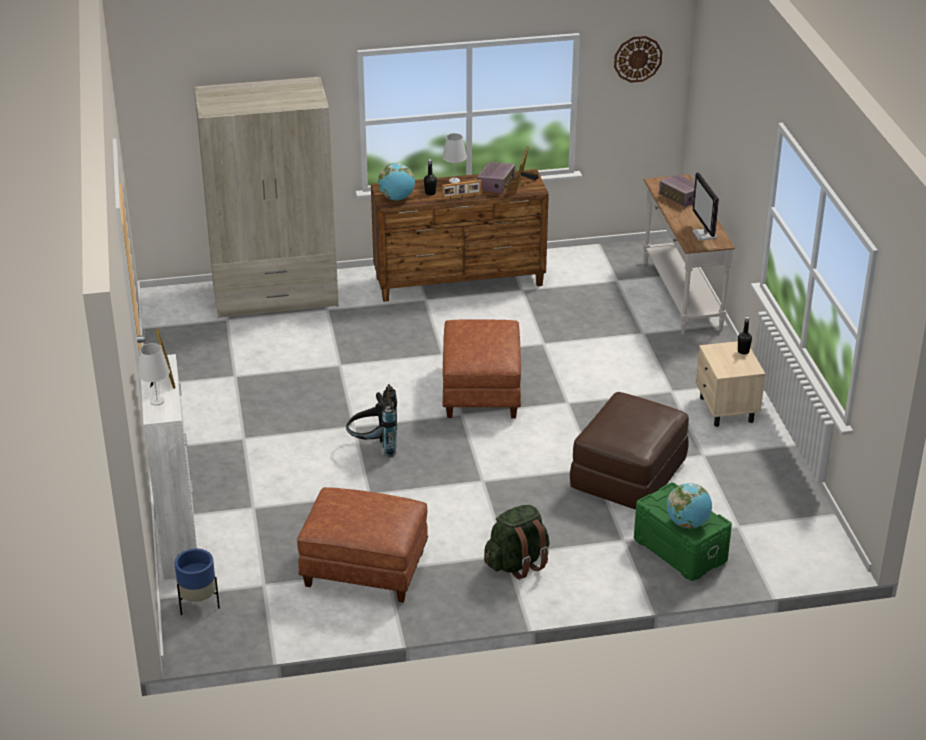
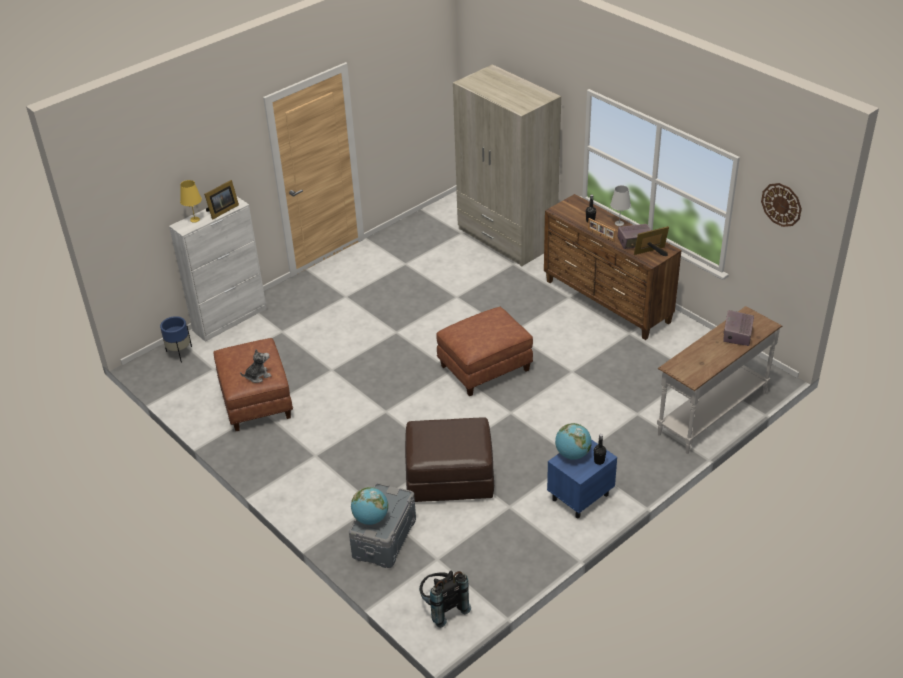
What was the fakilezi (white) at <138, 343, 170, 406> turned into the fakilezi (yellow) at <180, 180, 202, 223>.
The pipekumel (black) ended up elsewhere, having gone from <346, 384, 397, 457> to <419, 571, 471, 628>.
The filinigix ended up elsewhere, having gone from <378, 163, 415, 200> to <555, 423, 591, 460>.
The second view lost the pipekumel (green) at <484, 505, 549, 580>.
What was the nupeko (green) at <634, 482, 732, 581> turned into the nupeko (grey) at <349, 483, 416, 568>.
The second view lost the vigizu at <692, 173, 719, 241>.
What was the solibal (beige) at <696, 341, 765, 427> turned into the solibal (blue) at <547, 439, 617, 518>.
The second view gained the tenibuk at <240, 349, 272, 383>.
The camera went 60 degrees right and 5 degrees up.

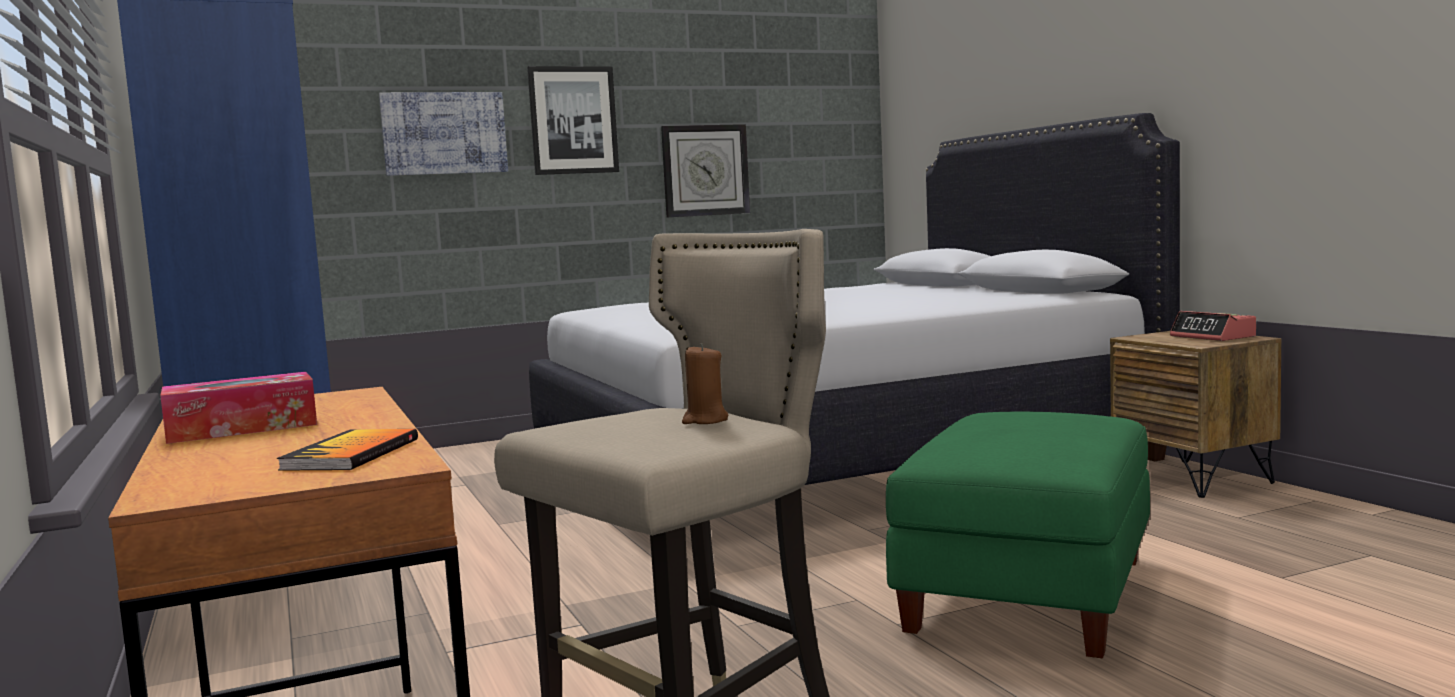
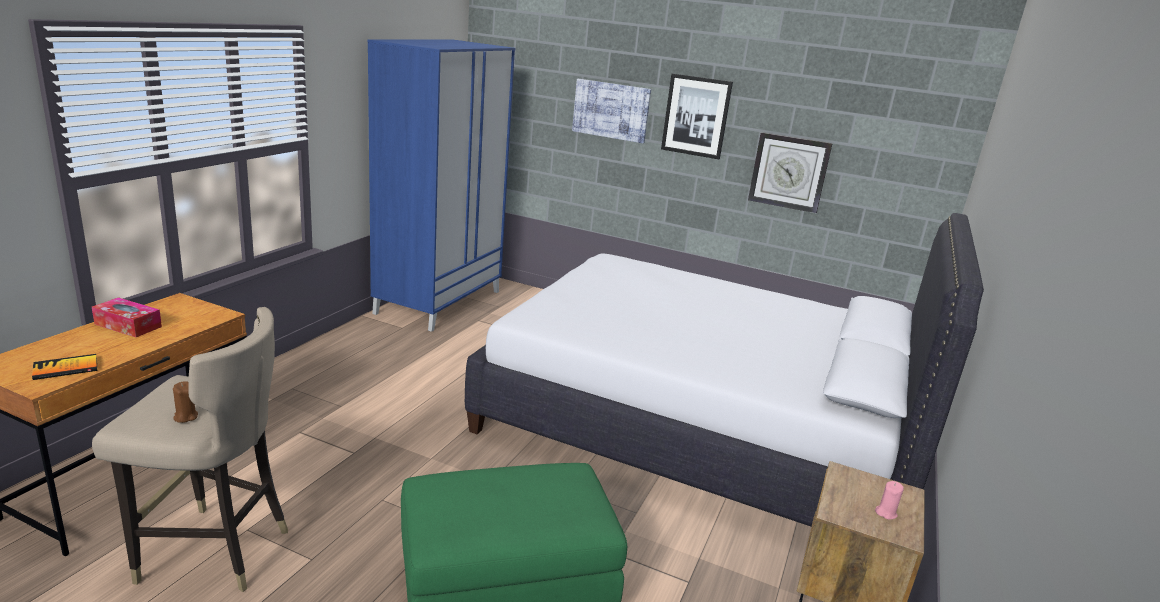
Where the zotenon stood at <1170, 311, 1256, 341>, the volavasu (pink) came to stand at <875, 481, 904, 520>.
The camera went 45 degrees right and 15 degrees up.

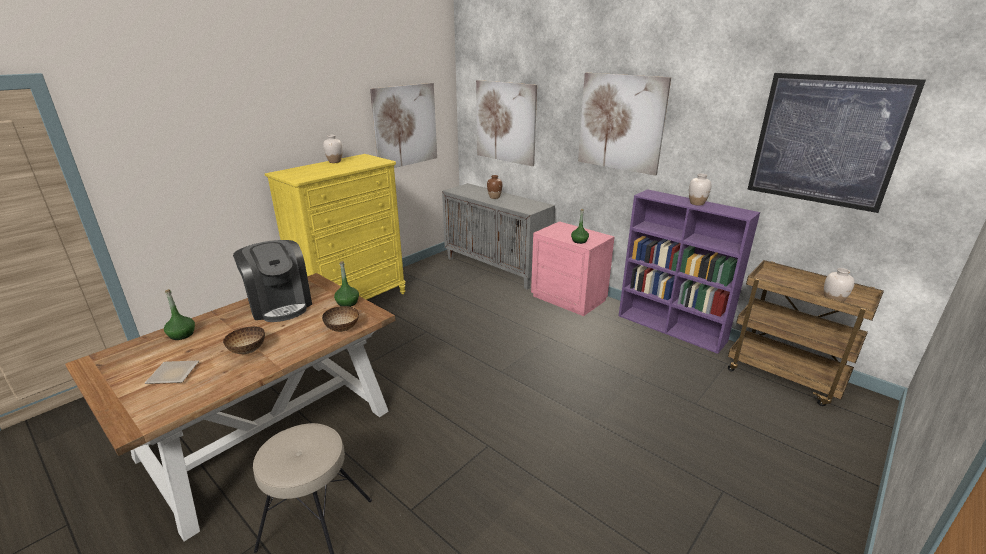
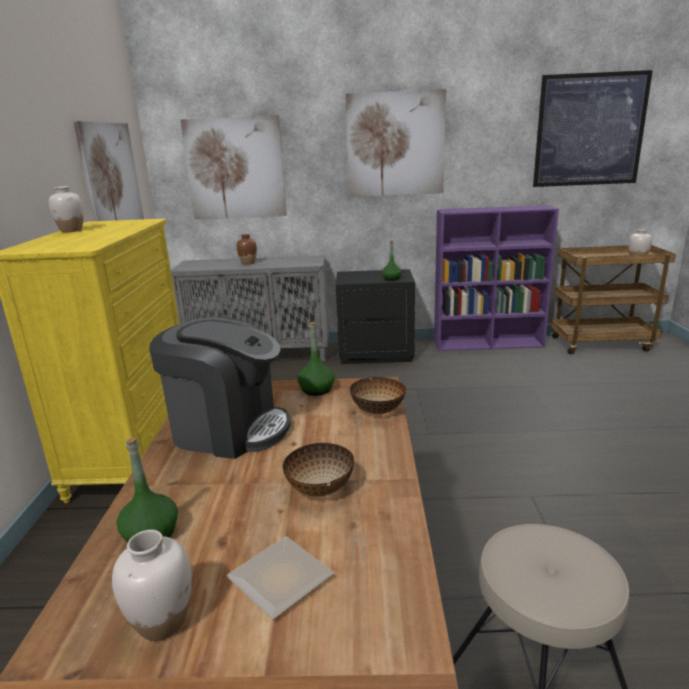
What was the solibal (pink) at <531, 221, 615, 316> turned into the solibal (black) at <336, 269, 415, 364>.
The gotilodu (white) ended up elsewhere, having gone from <689, 174, 712, 206> to <112, 530, 192, 641>.
The camera went 40 degrees left and 5 degrees down.

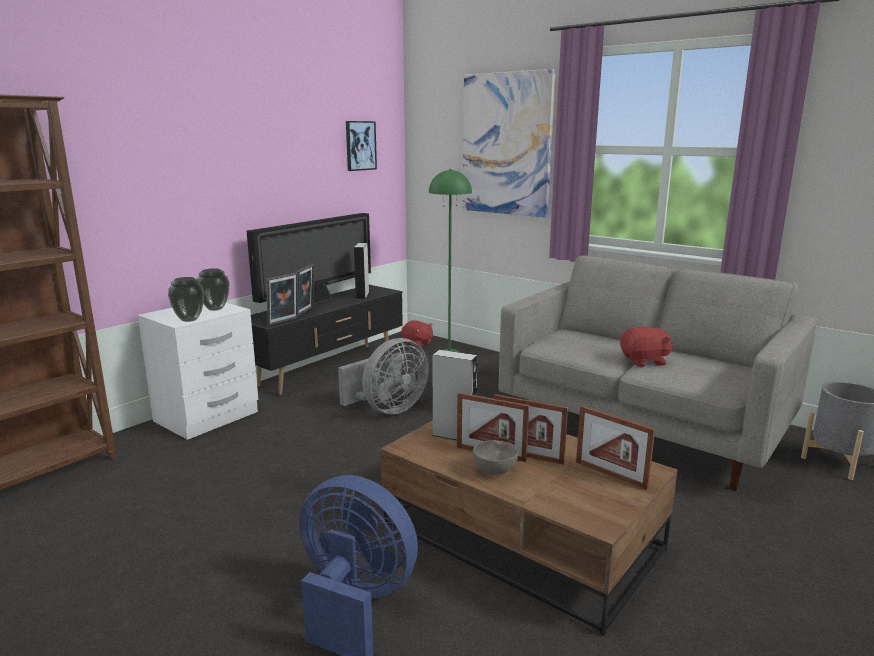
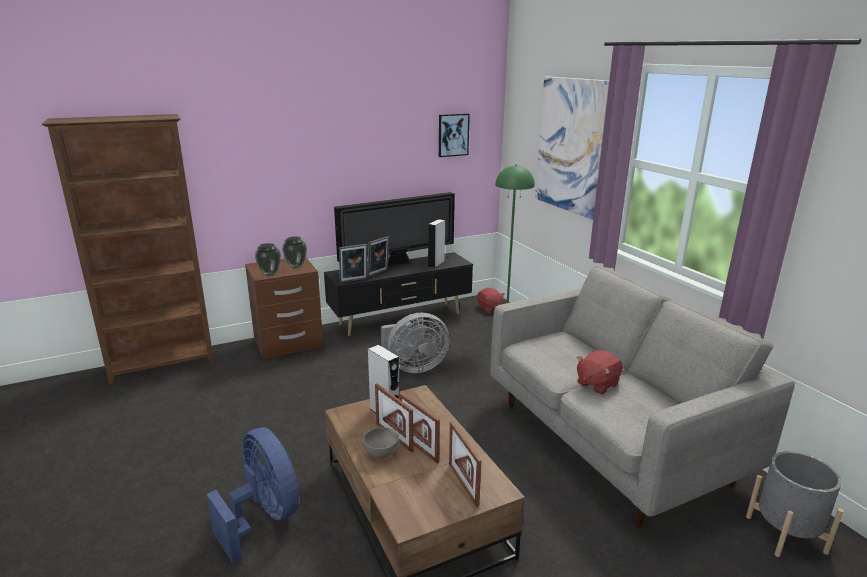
What was the solibal (white) at <138, 303, 258, 440> turned into the solibal (brown) at <245, 258, 323, 360>.
The tenibuk (red) at <620, 327, 673, 367> ended up facing another way, 120 degrees clockwise from before.
The camera went 25 degrees right and 5 degrees up.

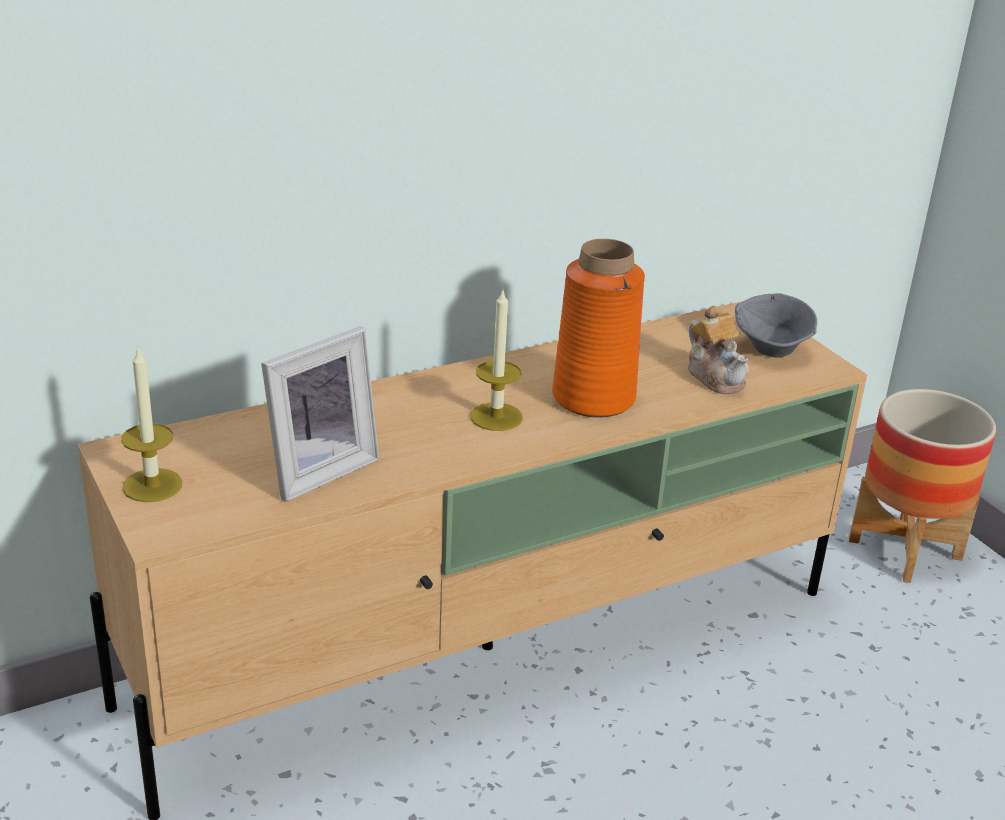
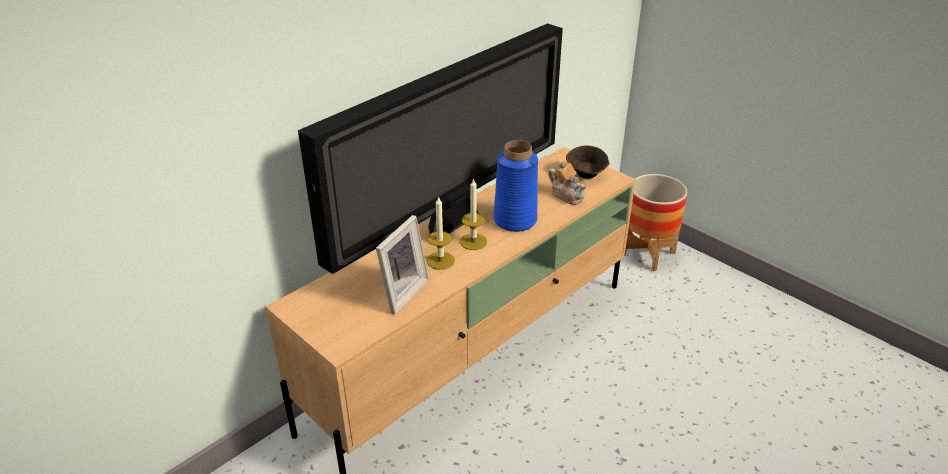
The volavasu ended up elsewhere, having gone from <121, 349, 182, 502> to <427, 196, 455, 270>.
What was the gotilodu (orange) at <552, 239, 645, 417> turned into the gotilodu (blue) at <494, 140, 538, 232>.
What was the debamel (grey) at <735, 293, 817, 357> turned into the debamel (brown) at <566, 145, 610, 179>.
The second view gained the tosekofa at <298, 24, 563, 274>.
The camera went 15 degrees left and 5 degrees up.

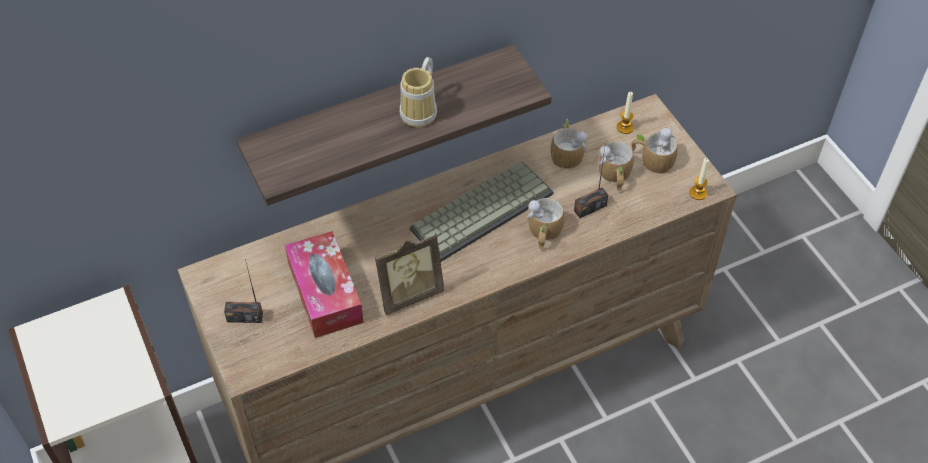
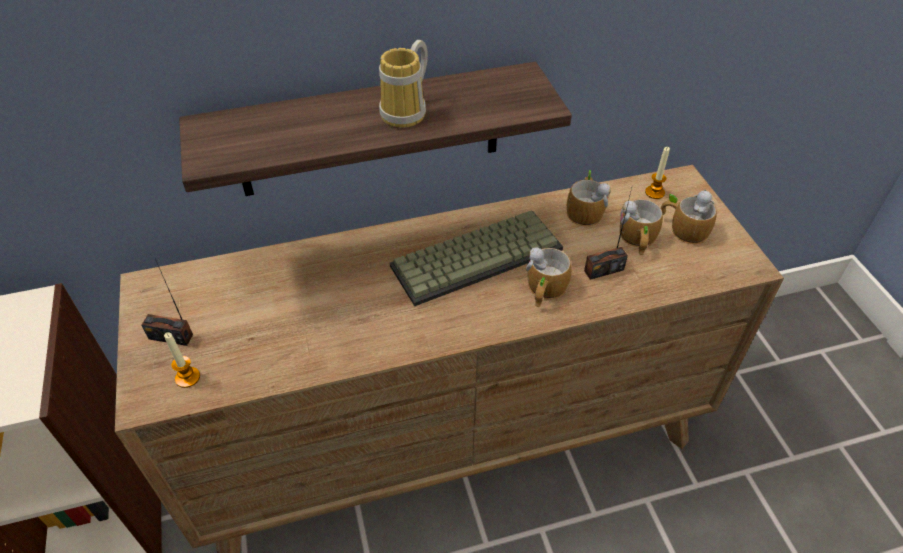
The second view lost the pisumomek at <285, 231, 364, 338>.
The second view lost the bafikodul at <375, 233, 444, 315>.
The volavasu ended up elsewhere, having gone from <689, 158, 709, 200> to <164, 332, 200, 388>.
The camera went 10 degrees right and 5 degrees down.

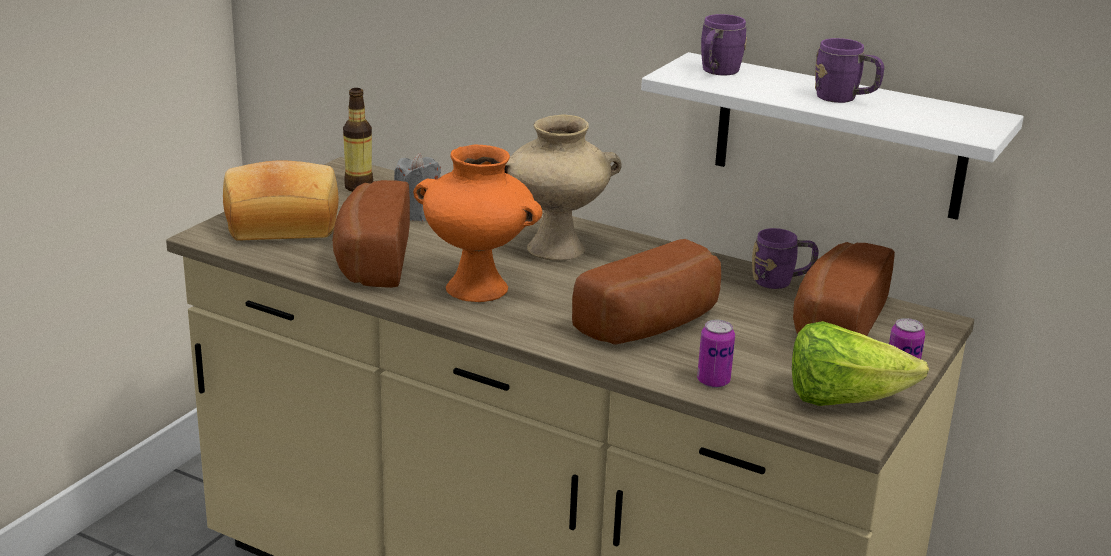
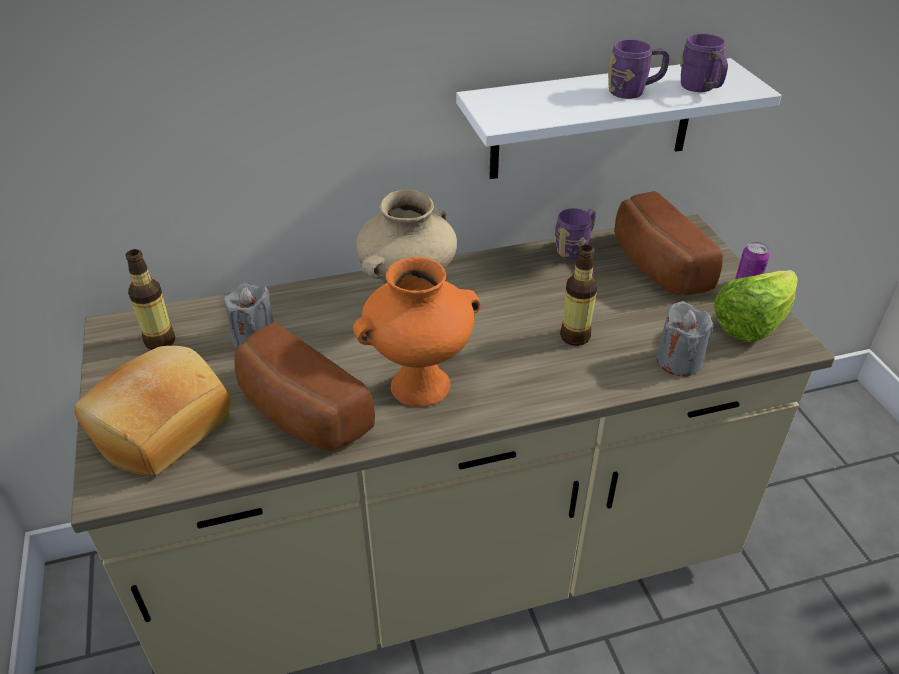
Where the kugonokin stood at <572, 239, 721, 345>, the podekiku came to stand at <560, 245, 598, 346>.
Where the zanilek stood at <697, 320, 735, 388>, the volavasu (grey) came to stand at <657, 301, 713, 377>.
The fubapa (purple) ended up elsewhere, having gone from <701, 14, 747, 76> to <680, 33, 728, 92>.
The camera went 45 degrees left and 15 degrees up.

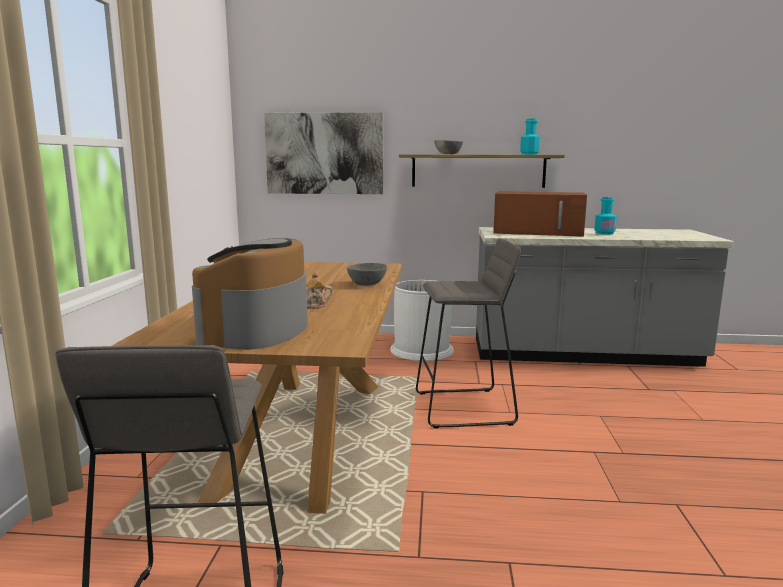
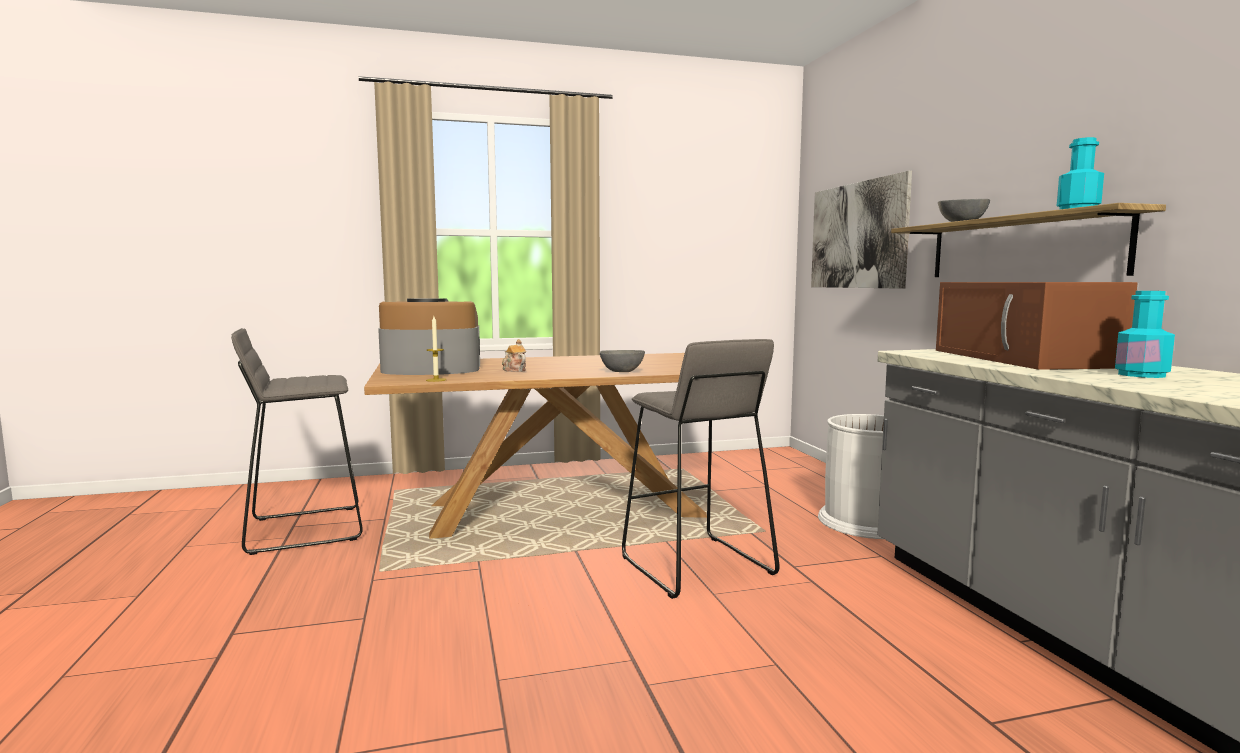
The second view gained the volavasu at <426, 316, 446, 382>.
The camera went 70 degrees right and 5 degrees down.

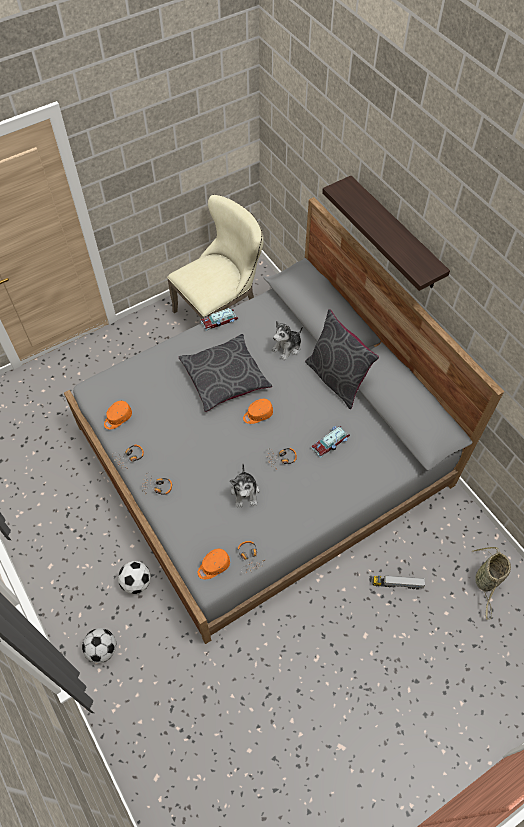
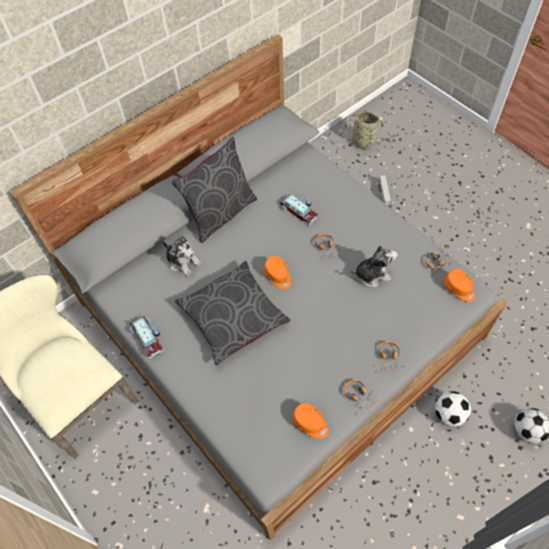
The second view lost the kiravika at <322, 176, 450, 291>.
The camera went 95 degrees left and 0 degrees up.

